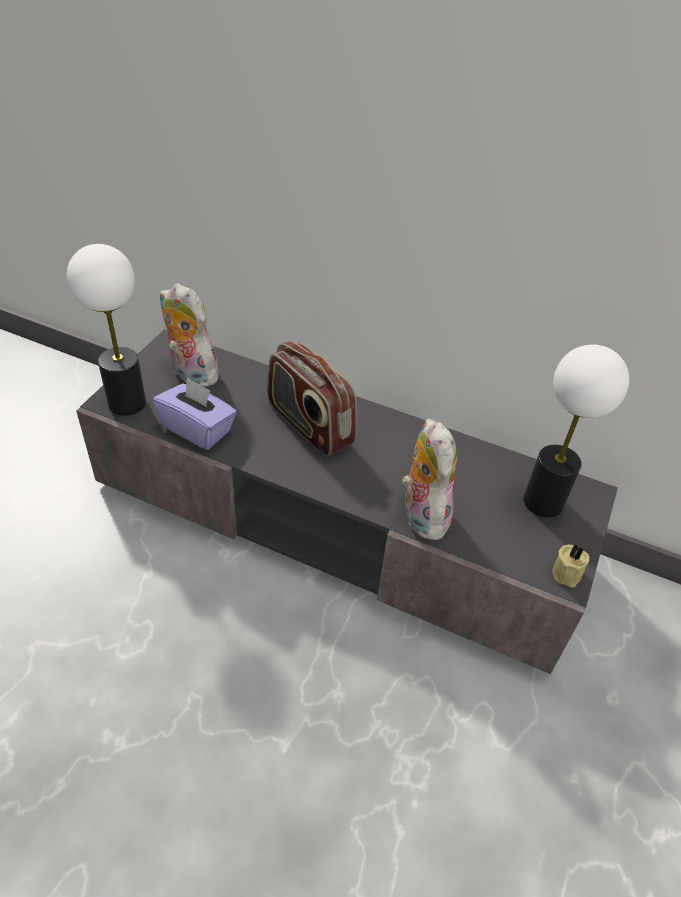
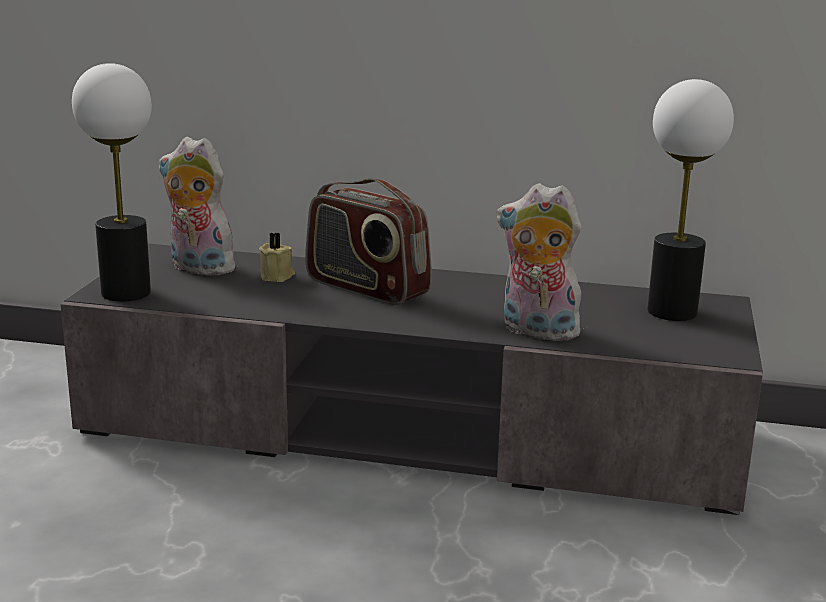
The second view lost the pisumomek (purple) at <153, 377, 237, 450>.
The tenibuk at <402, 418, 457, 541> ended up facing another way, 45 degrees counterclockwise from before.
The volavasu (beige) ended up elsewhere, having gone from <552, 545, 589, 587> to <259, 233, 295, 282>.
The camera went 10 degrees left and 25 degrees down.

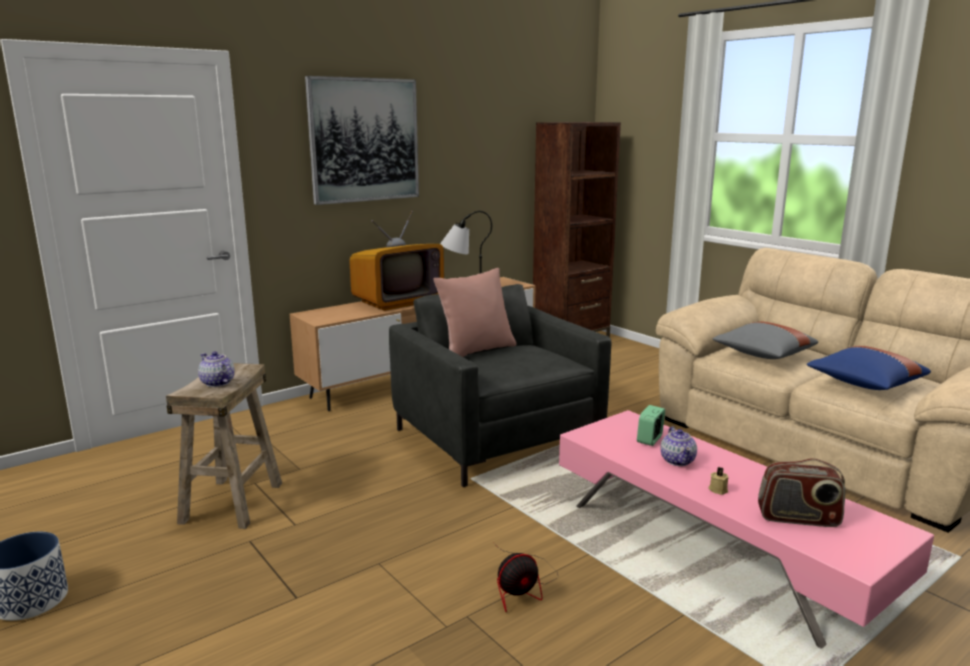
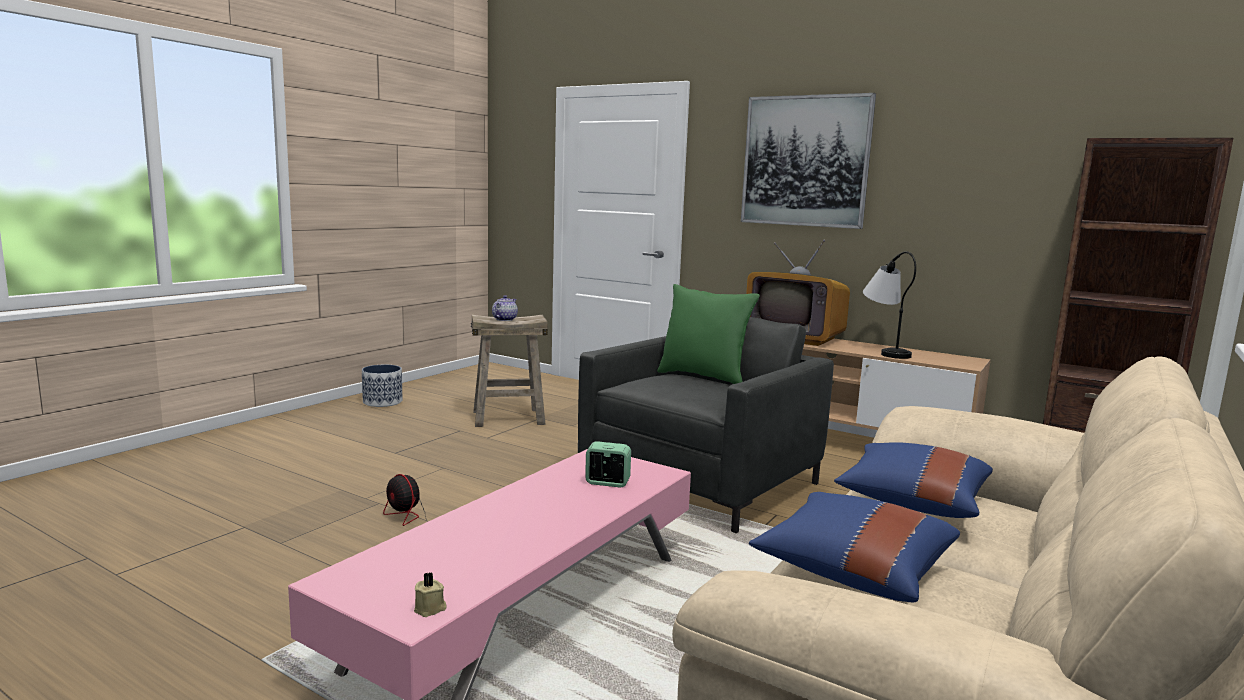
What was the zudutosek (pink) at <433, 268, 516, 357> turned into the zudutosek (green) at <657, 284, 760, 384>.
The second view lost the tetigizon at <660, 426, 697, 466>.
The volavasu (beige) ended up elsewhere, having gone from <708, 467, 728, 495> to <414, 572, 447, 617>.
What was the zudutosek (grey) at <713, 322, 818, 359> turned into the zudutosek (blue) at <834, 442, 993, 518>.
The second view lost the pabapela at <758, 458, 845, 527>.
The camera went 70 degrees right and 5 degrees down.

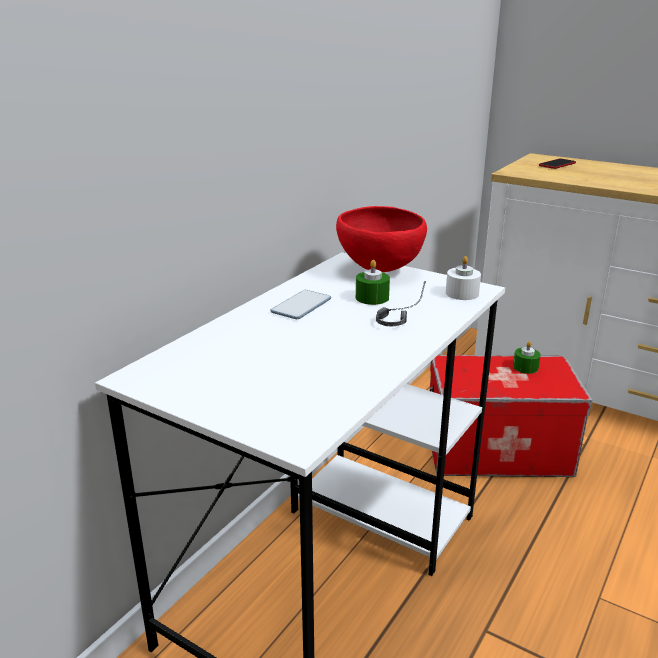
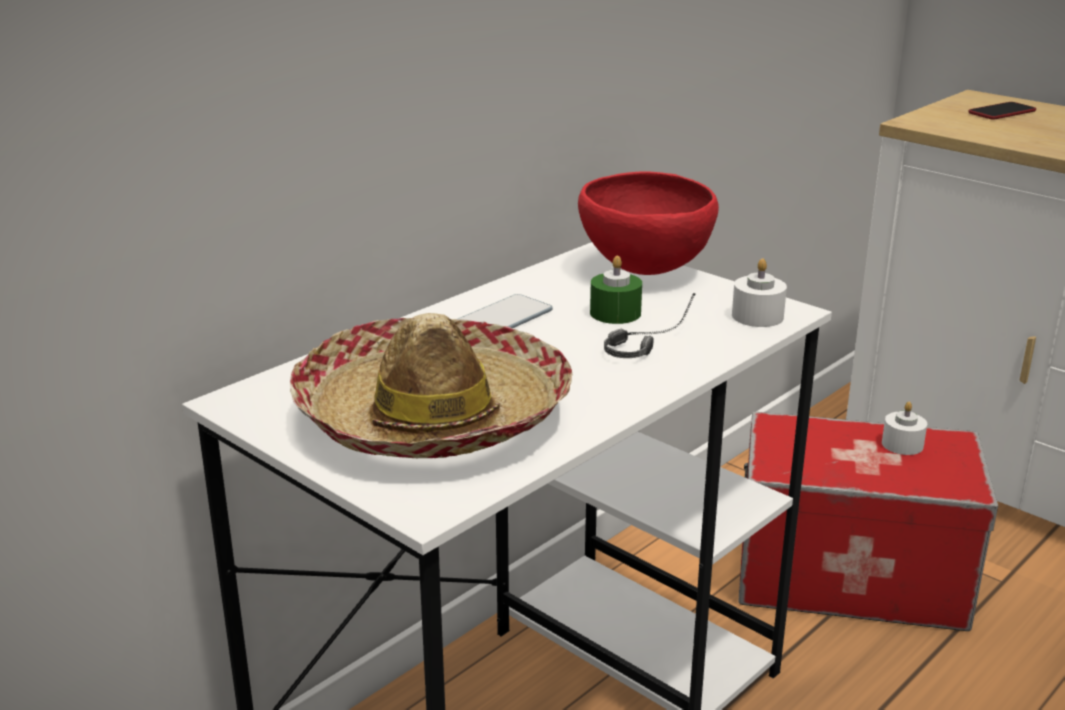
What was the volavasu (green) at <513, 341, 541, 374> turned into the volavasu (white) at <882, 402, 927, 455>.
The second view gained the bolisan at <290, 313, 573, 458>.
The camera went 10 degrees right and 0 degrees up.

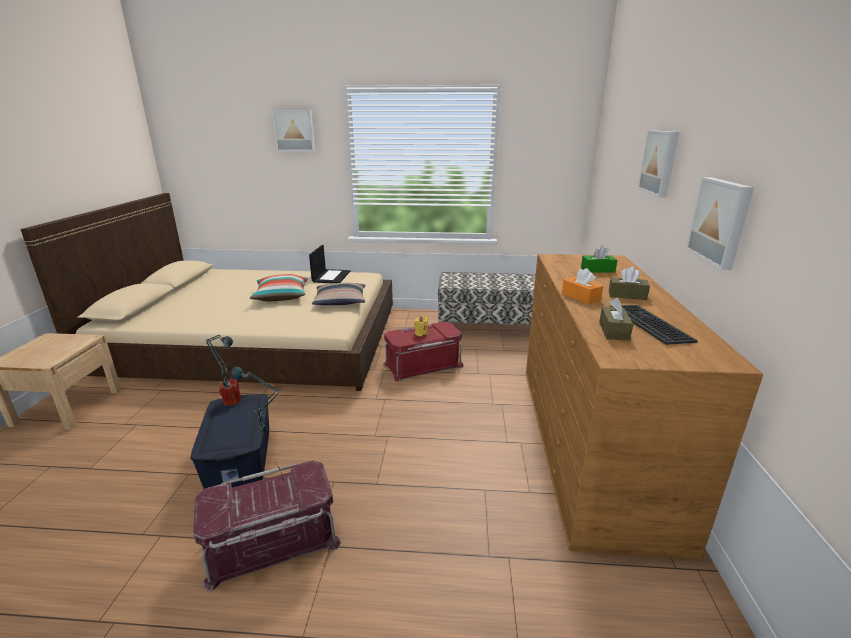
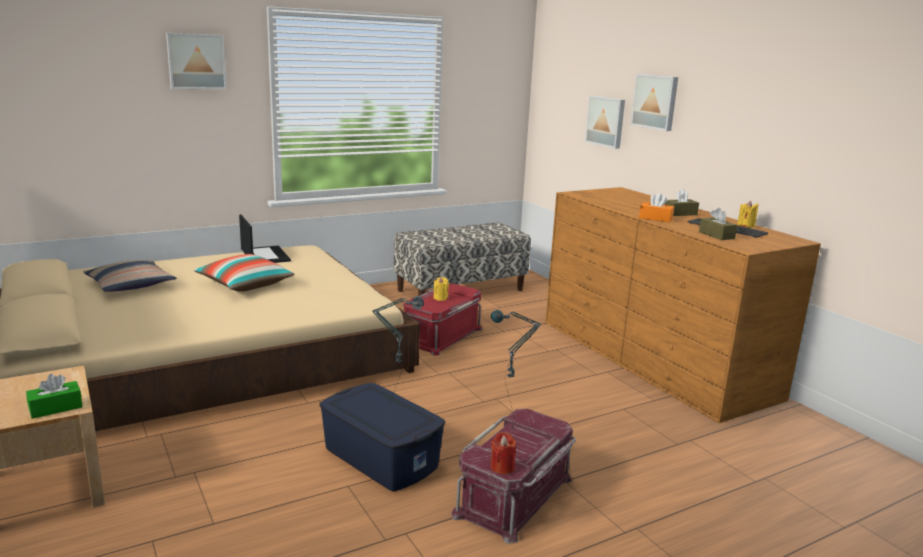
The volavasu (red) ended up elsewhere, having gone from <219, 378, 241, 406> to <491, 432, 516, 474>.
The zudutosek ended up elsewhere, having gone from <312, 283, 365, 305> to <83, 260, 177, 292>.
The pisumomek (green) ended up elsewhere, having gone from <581, 246, 617, 273> to <26, 374, 83, 419>.
The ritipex ended up elsewhere, having gone from <686, 177, 754, 270> to <585, 96, 625, 149>.
The second view gained the volavasu (yellow) at <737, 201, 758, 227>.
The camera went 35 degrees left and 5 degrees down.

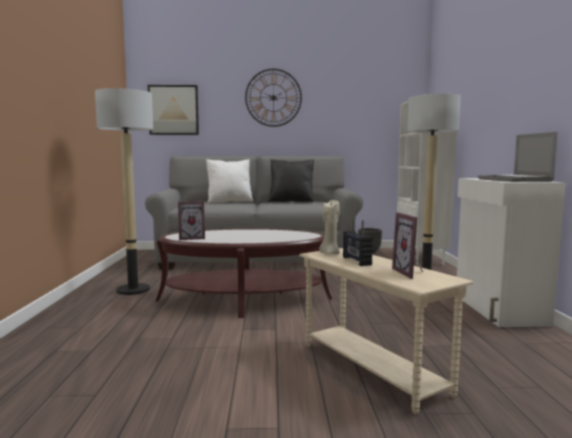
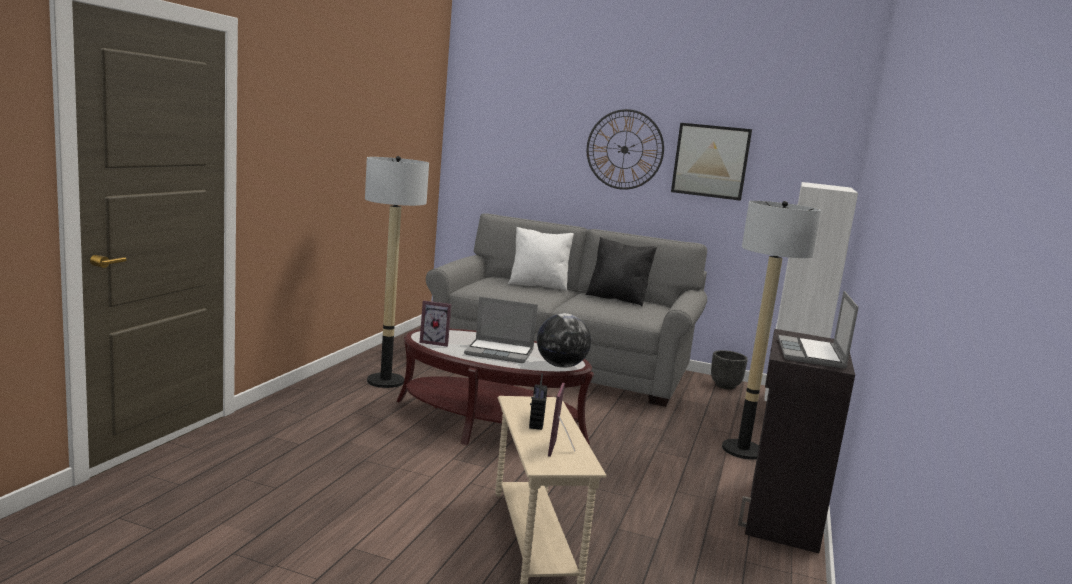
The ritipex ended up elsewhere, having gone from <148, 85, 199, 135> to <671, 123, 752, 201>.
The second view lost the volavasu (beige) at <319, 200, 340, 254>.
What was the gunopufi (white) at <457, 178, 565, 327> turned into the gunopufi (black) at <738, 329, 855, 553>.
The second view gained the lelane at <464, 297, 538, 363>.
The second view gained the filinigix at <537, 313, 591, 368>.
The camera went 20 degrees right and 5 degrees up.

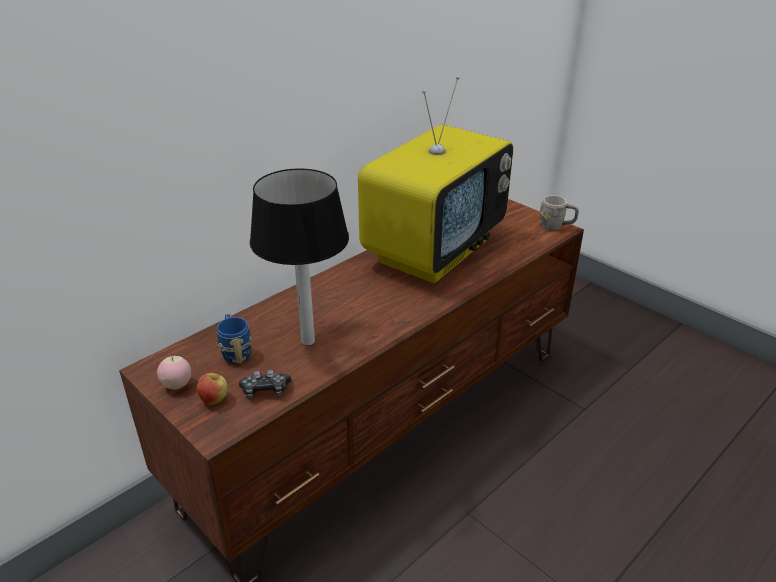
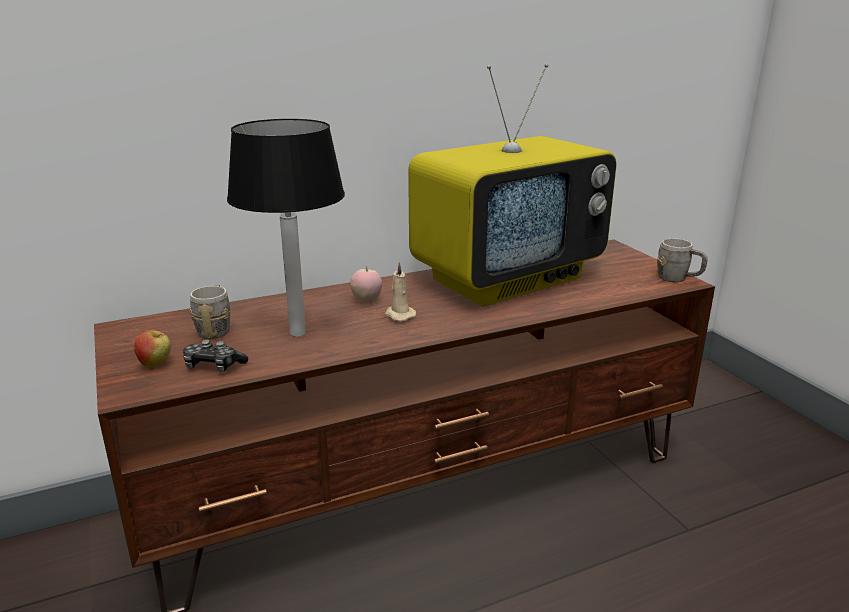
The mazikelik ended up elsewhere, having gone from <157, 356, 191, 390> to <350, 267, 382, 302>.
What was the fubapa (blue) at <217, 314, 252, 364> turned into the fubapa (grey) at <190, 285, 230, 339>.
The second view gained the volavasu (beige) at <385, 262, 416, 321>.
The camera went 20 degrees right and 10 degrees down.

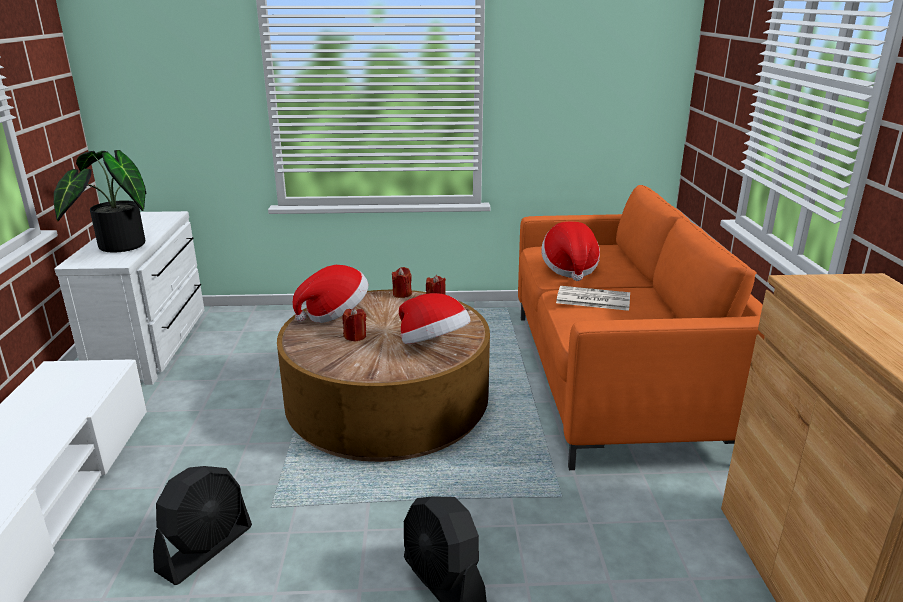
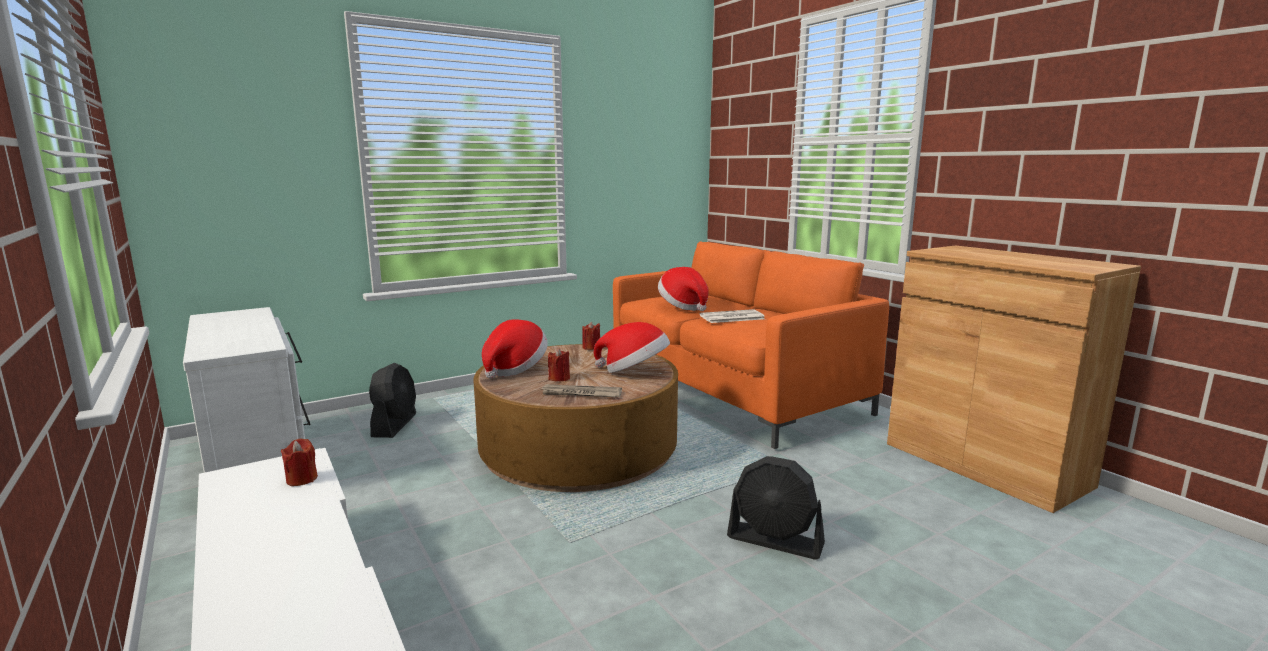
The second view lost the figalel at <54, 150, 146, 252>.
The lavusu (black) ended up elsewhere, having gone from <153, 466, 252, 585> to <369, 363, 416, 438>.
The volavasu (red) ended up elsewhere, having gone from <392, 267, 412, 298> to <281, 439, 318, 486>.
The second view gained the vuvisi at <541, 384, 622, 397>.
The camera went 30 degrees left and 10 degrees down.

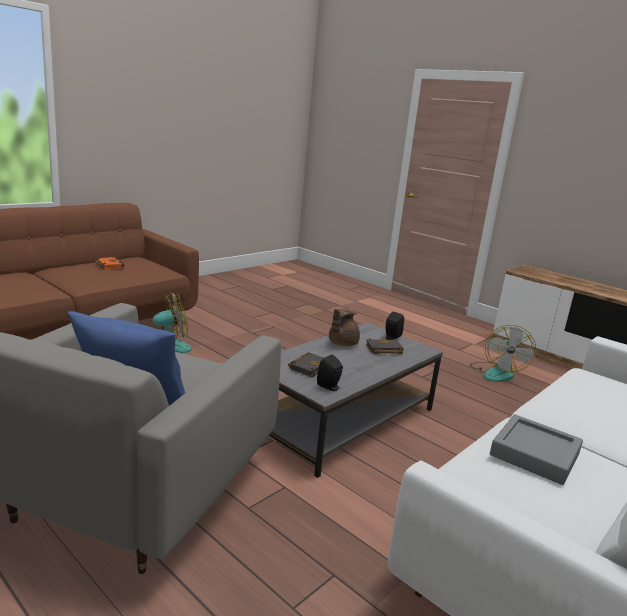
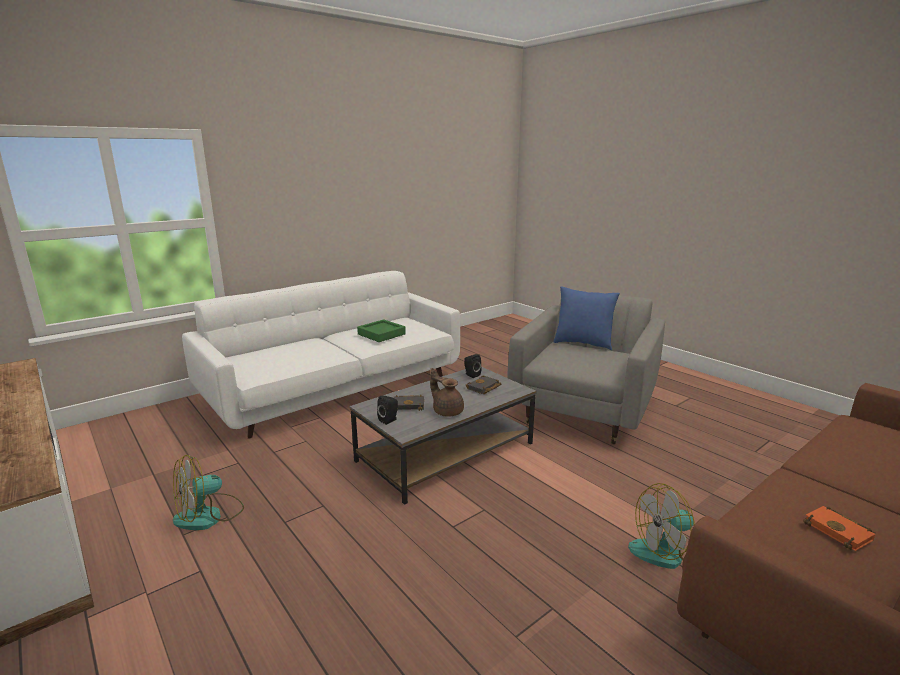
The tetigizon (brown) at <329, 308, 360, 346> ended up facing another way, 90 degrees counterclockwise from before.
The lavusu at <470, 325, 536, 382> ended up facing another way, 150 degrees counterclockwise from before.
What was the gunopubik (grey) at <490, 414, 583, 485> turned into the gunopubik (green) at <357, 319, 406, 342>.
The camera went 170 degrees left and 0 degrees up.

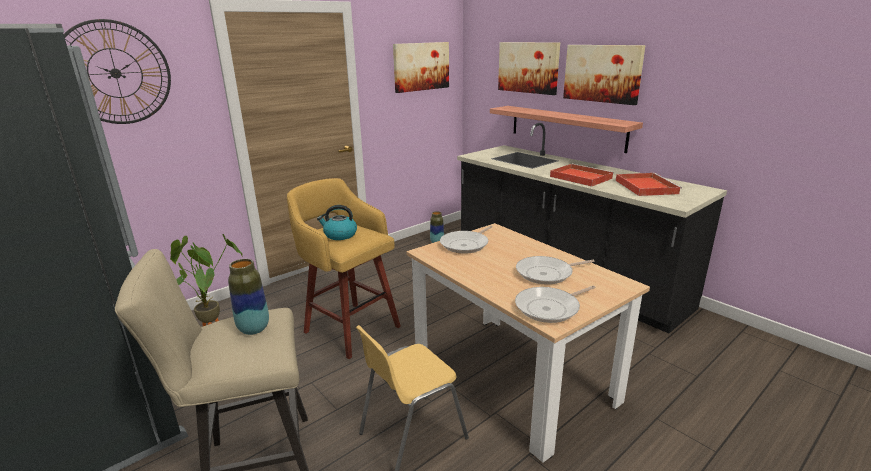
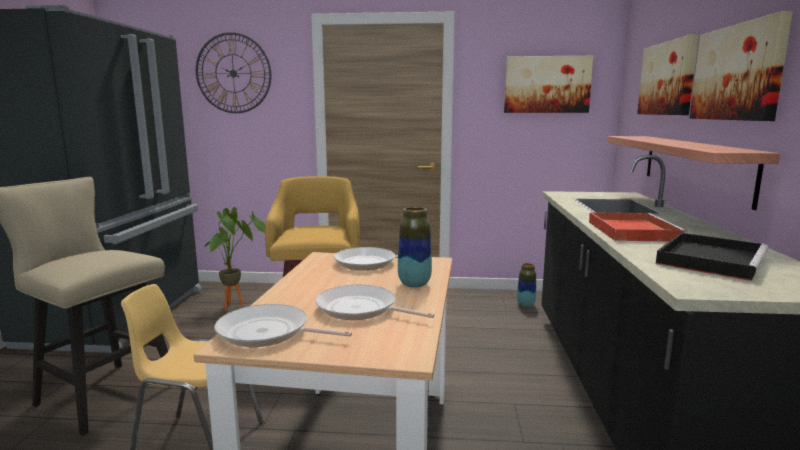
The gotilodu ended up elsewhere, having gone from <228, 259, 269, 335> to <398, 207, 432, 287>.
The second view lost the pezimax at <317, 205, 357, 240>.
What was the gunopubik (red) at <616, 173, 682, 196> turned into the gunopubik (black) at <656, 233, 769, 281>.
The camera went 45 degrees right and 10 degrees down.

